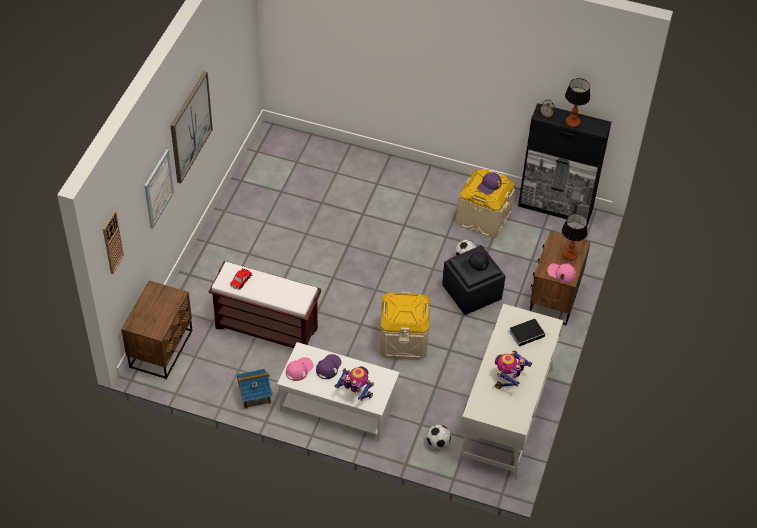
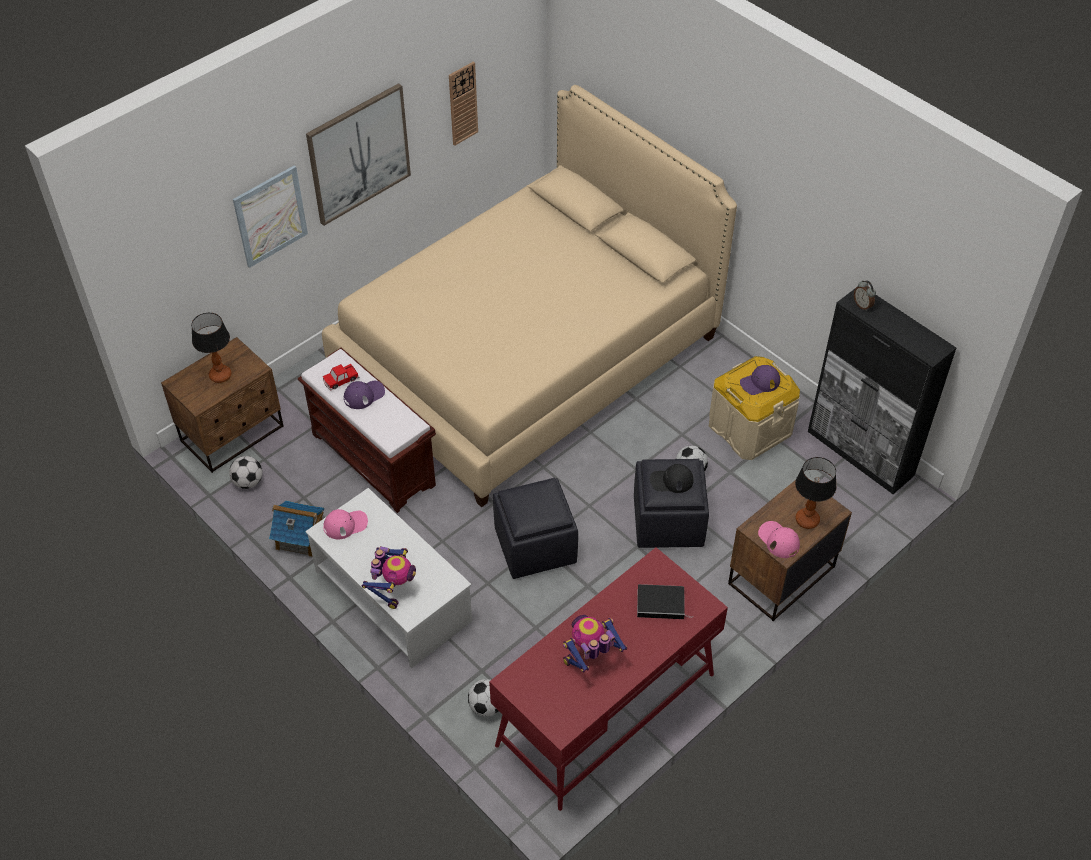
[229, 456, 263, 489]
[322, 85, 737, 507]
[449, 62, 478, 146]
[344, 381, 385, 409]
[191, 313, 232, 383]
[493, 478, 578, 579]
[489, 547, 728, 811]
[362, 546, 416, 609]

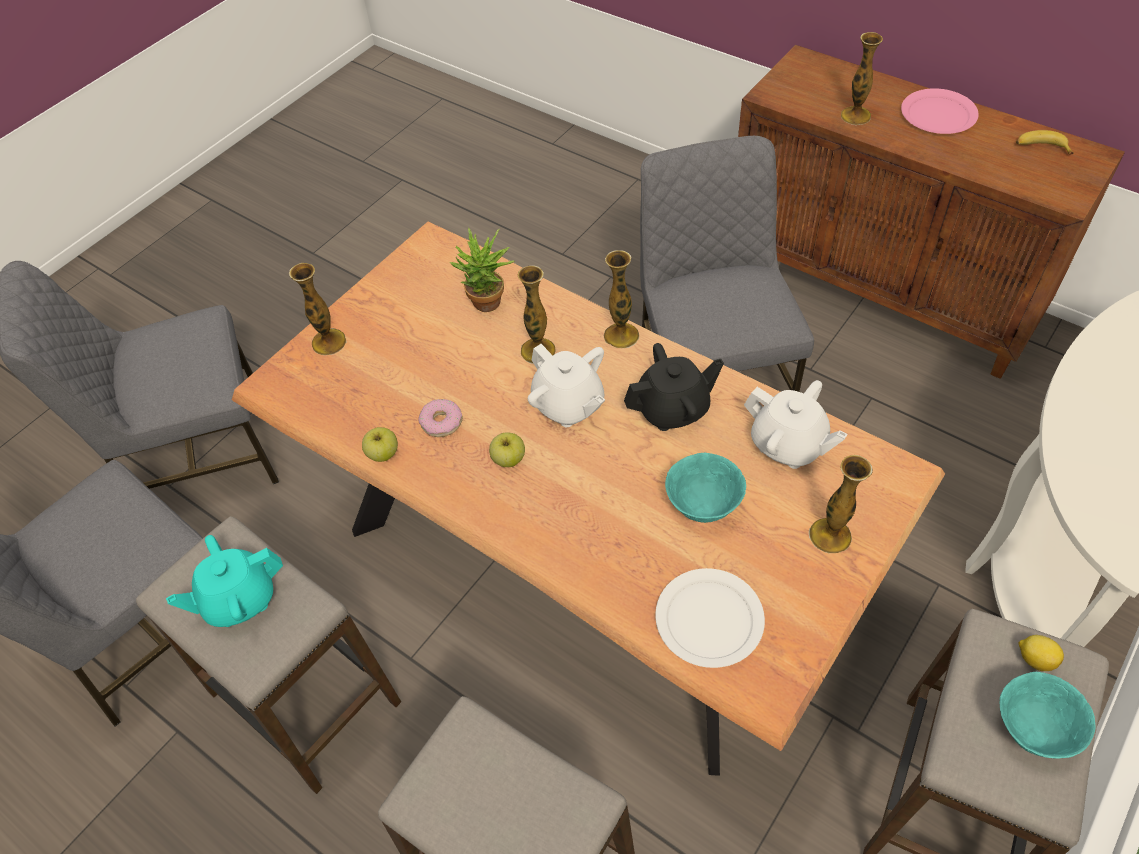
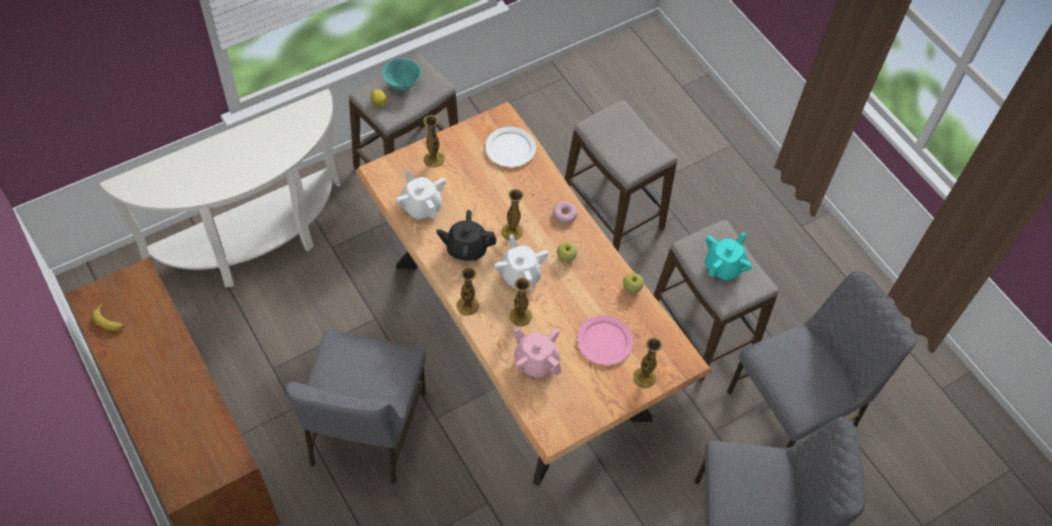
[665, 453, 746, 523] (first image)
[553, 202, 578, 224]
[501, 189, 524, 241]
[577, 315, 633, 365]
[513, 327, 561, 378]
[705, 231, 753, 281]

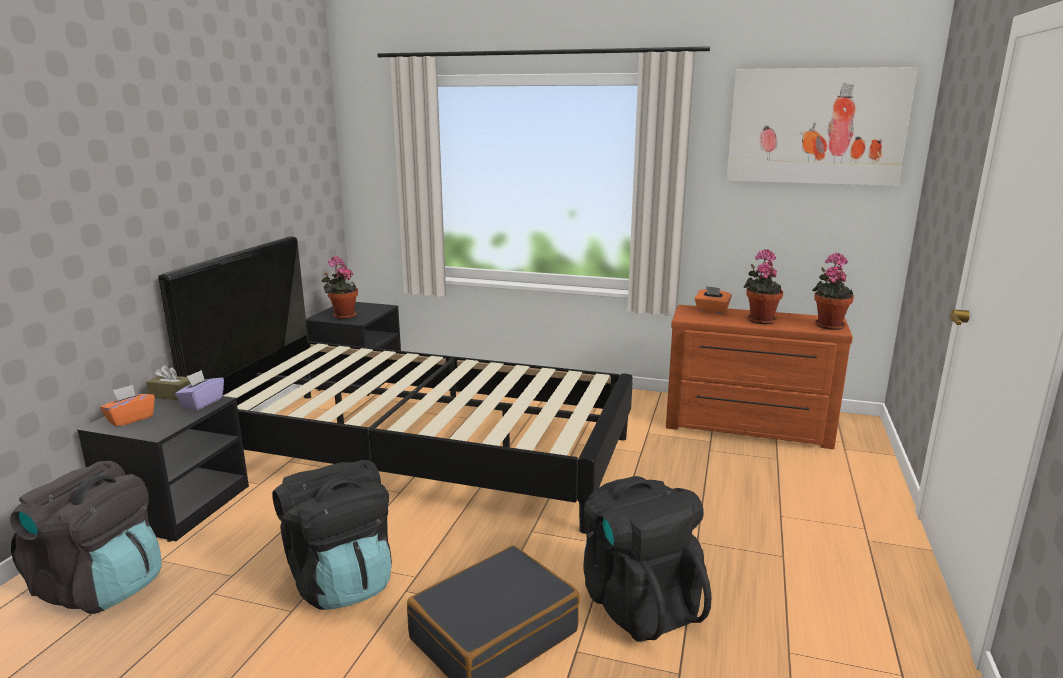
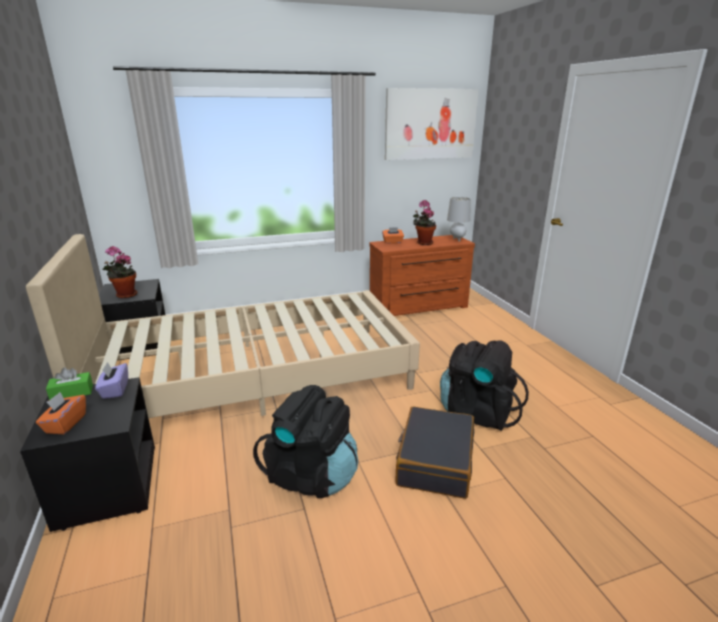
[10, 461, 162, 614] (first image)
[447, 197, 471, 242]
[46, 367, 93, 400]
[26, 234, 420, 418]

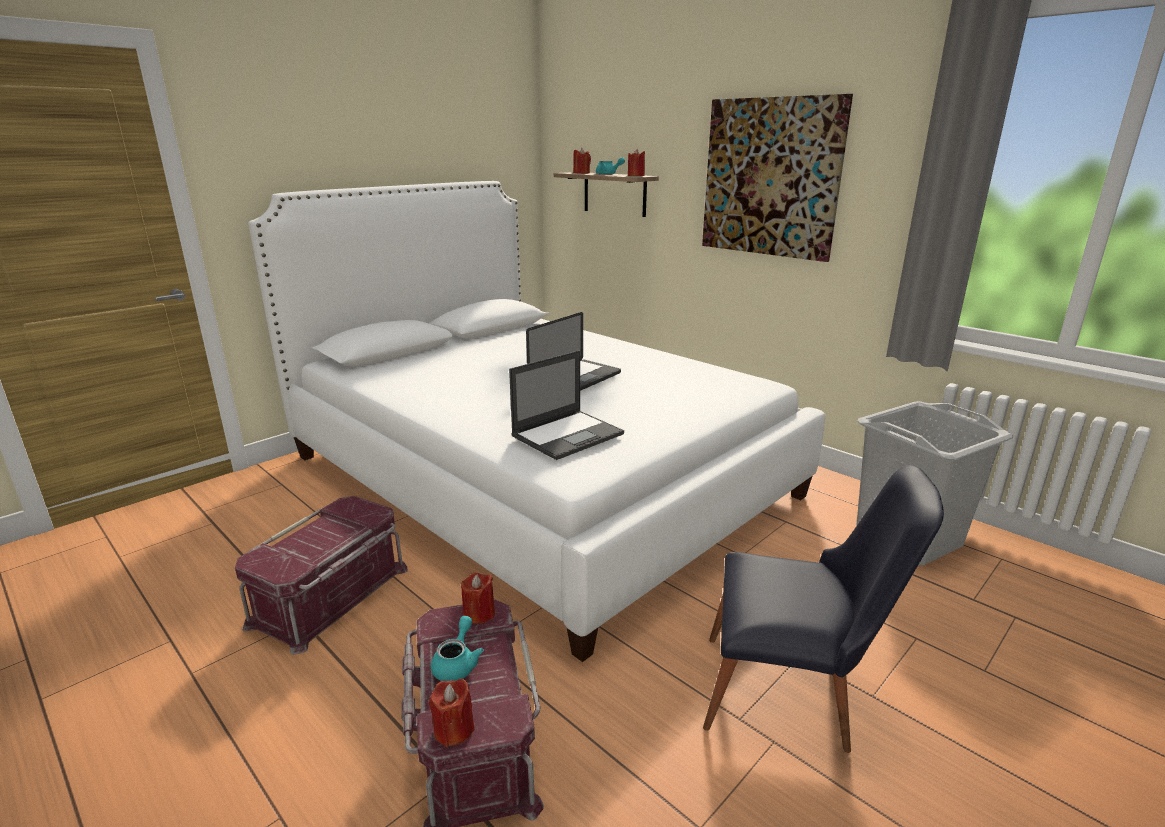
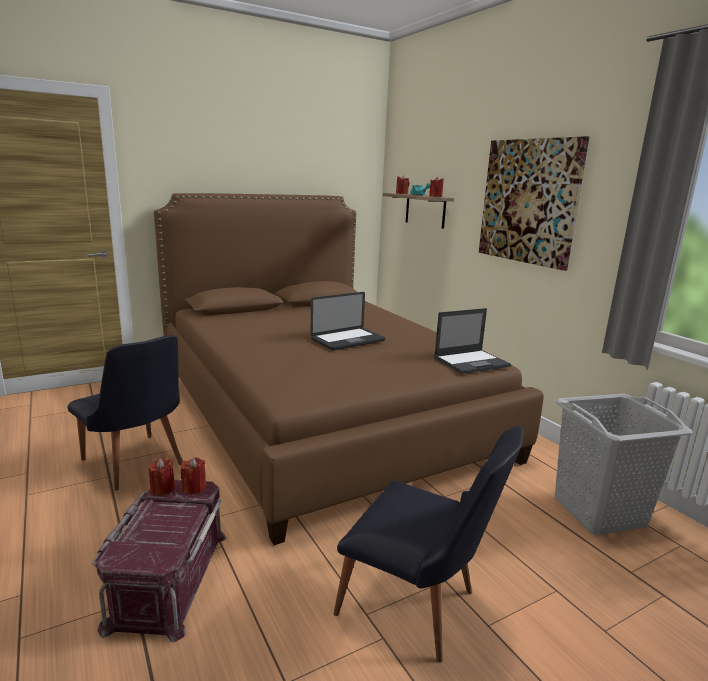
[431, 616, 484, 681] (first image)
[149, 458, 175, 496]
[434, 308, 511, 374]
[68, 335, 182, 491]
[154, 193, 544, 545]

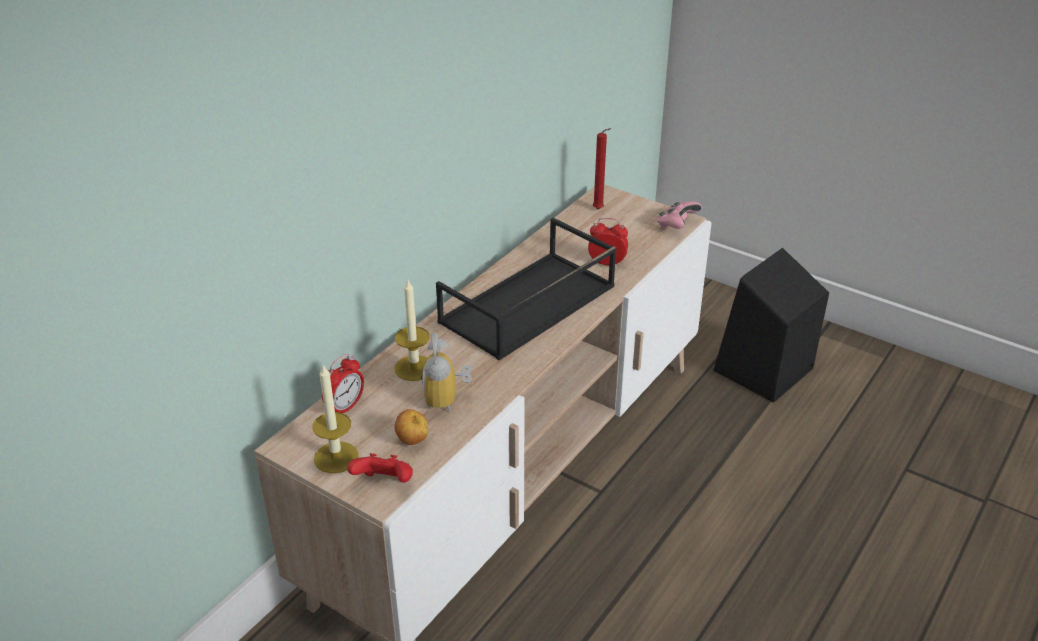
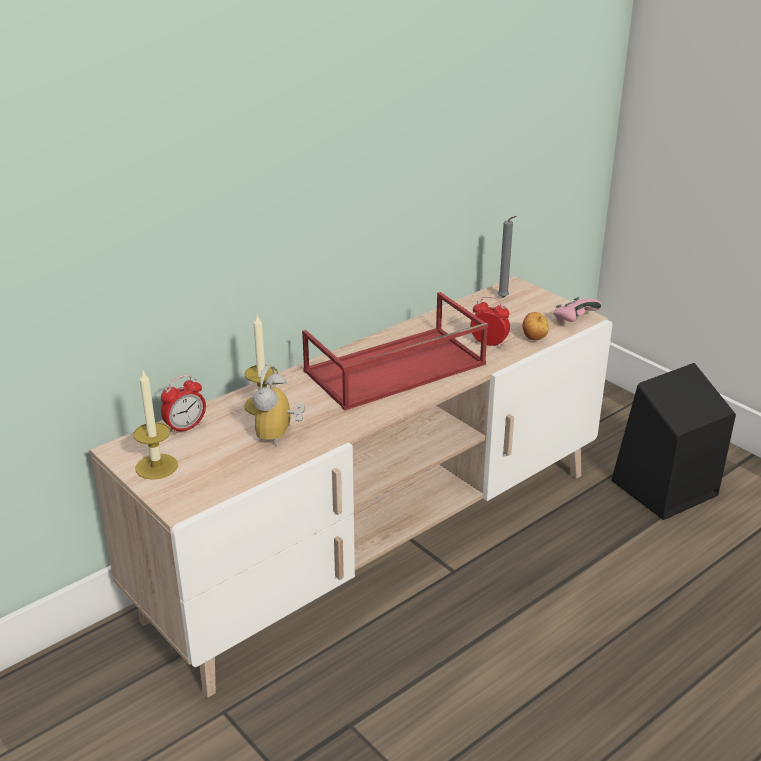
[347, 453, 413, 483] (first image)
[522, 312, 549, 340]
[302, 292, 488, 411]
[498, 216, 517, 298]

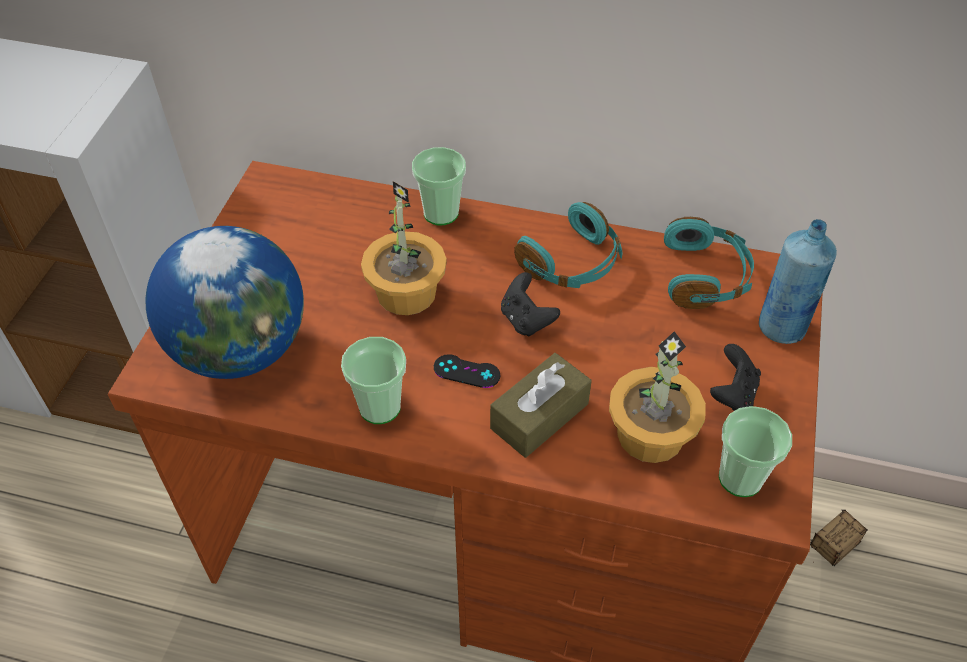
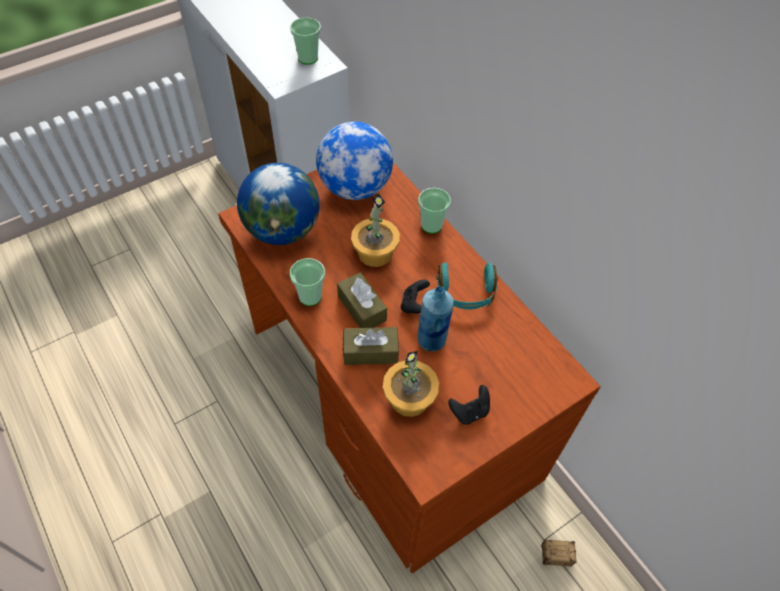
[664, 217, 754, 309] (first image)
[316, 122, 393, 200]
[290, 17, 321, 65]
[418, 286, 454, 352]
[337, 272, 387, 328]

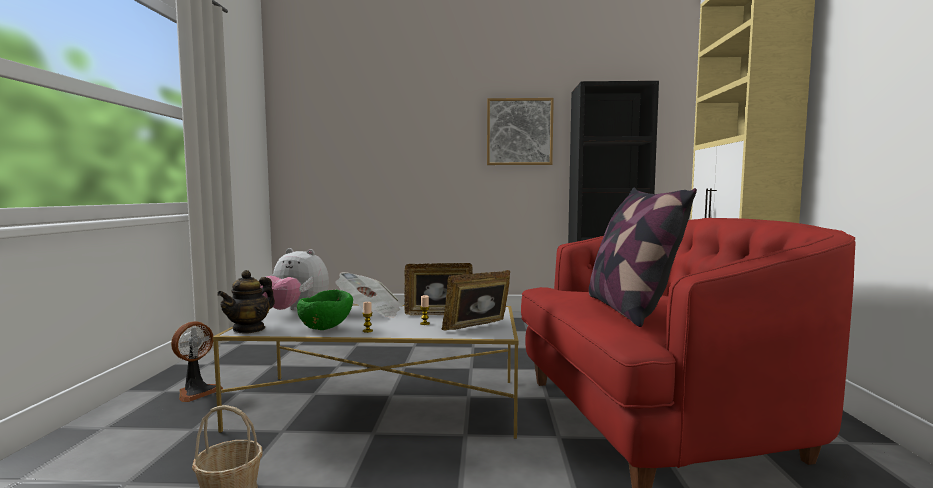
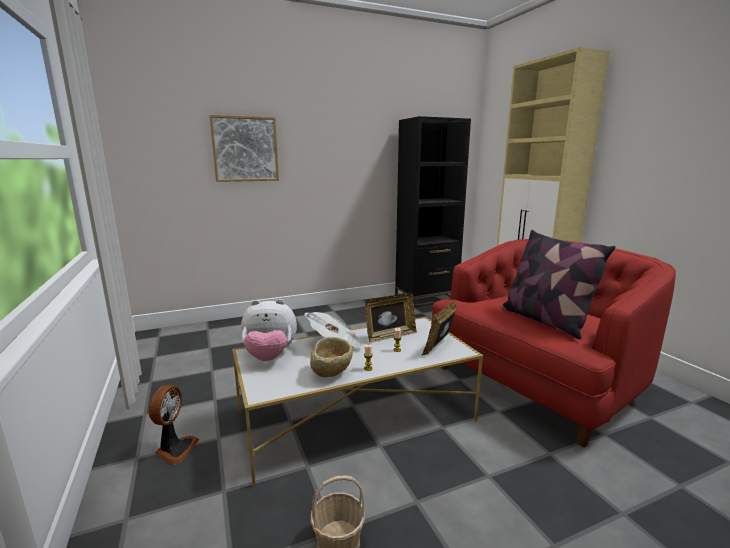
[217, 270, 275, 334] (first image)
[209, 115, 279, 182]
[310, 337, 353, 377]

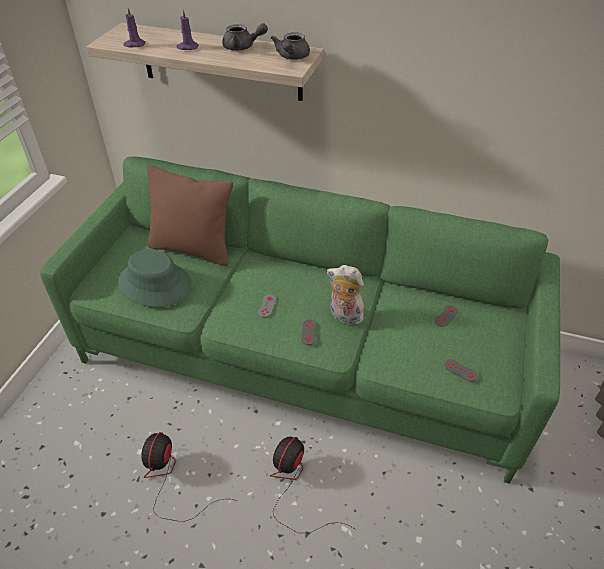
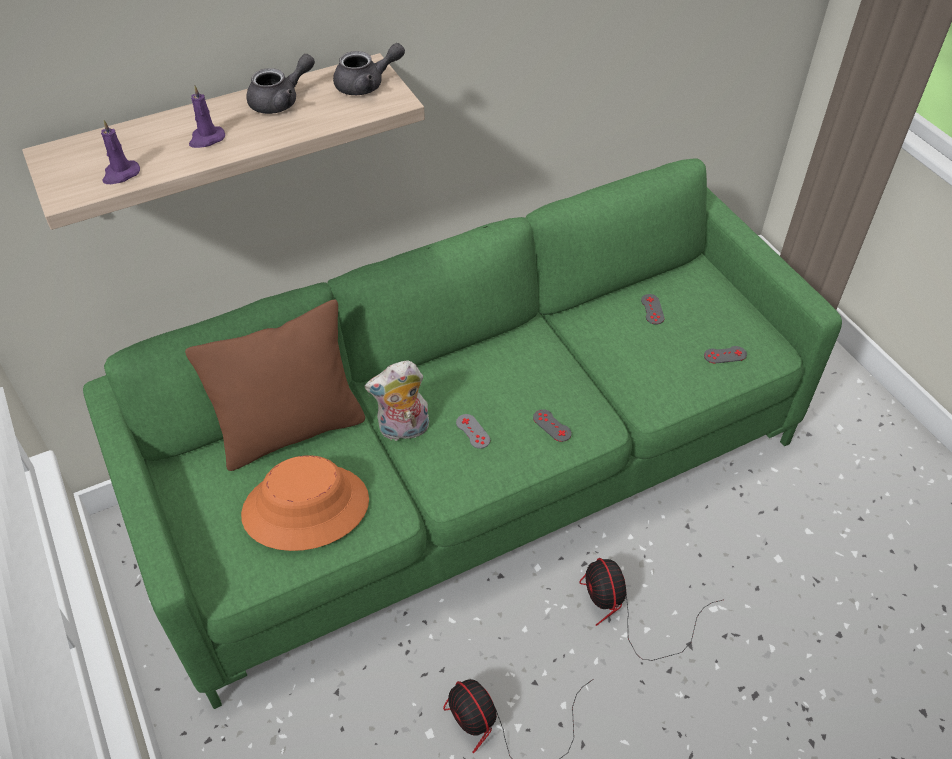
[365, 361, 429, 441]
[241, 455, 369, 551]
[333, 43, 405, 95]

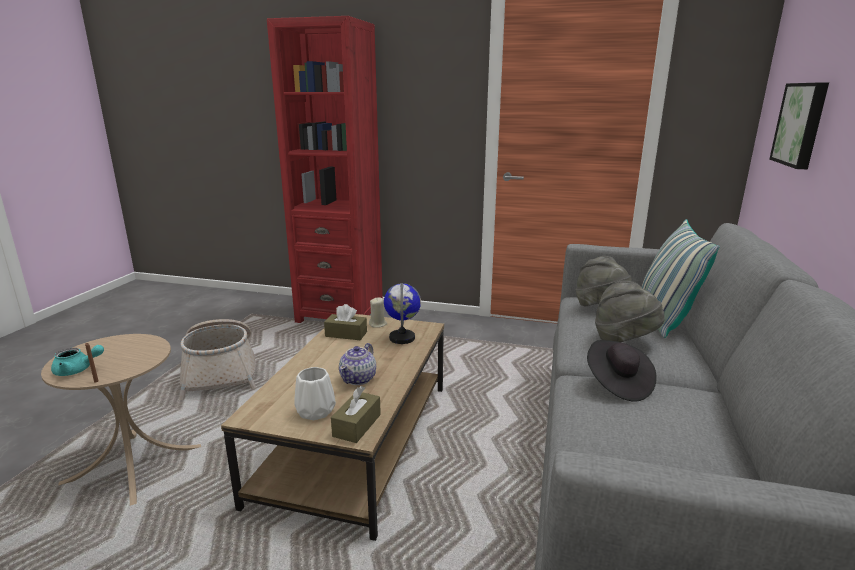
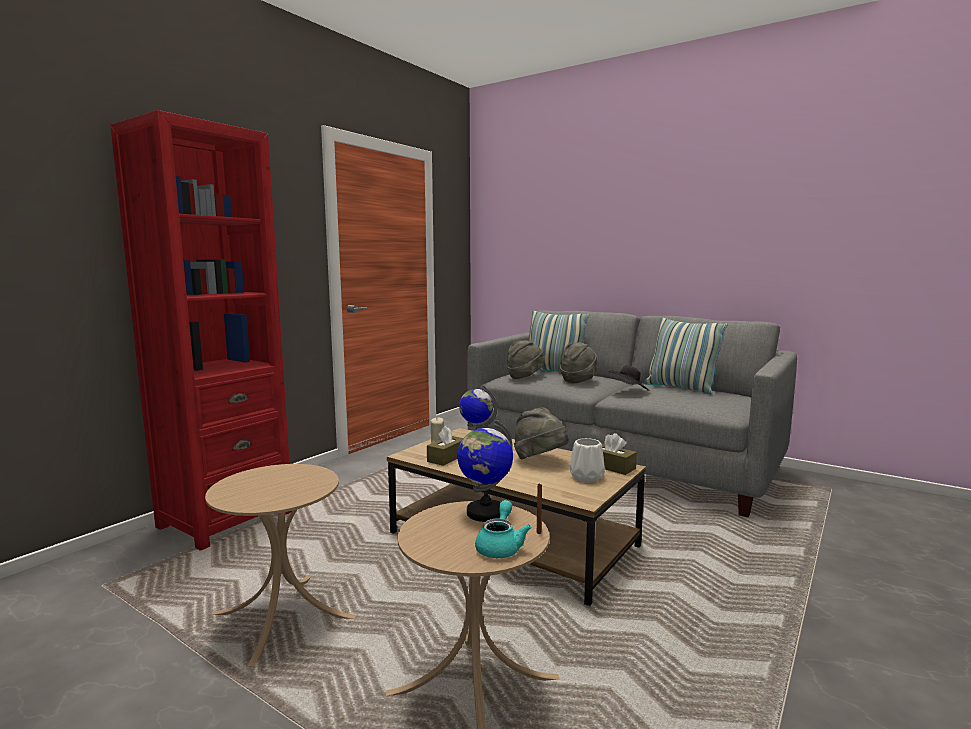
[769, 83, 829, 169] (first image)
[457, 420, 513, 522]
[644, 317, 728, 394]
[205, 464, 356, 666]
[514, 407, 569, 459]

